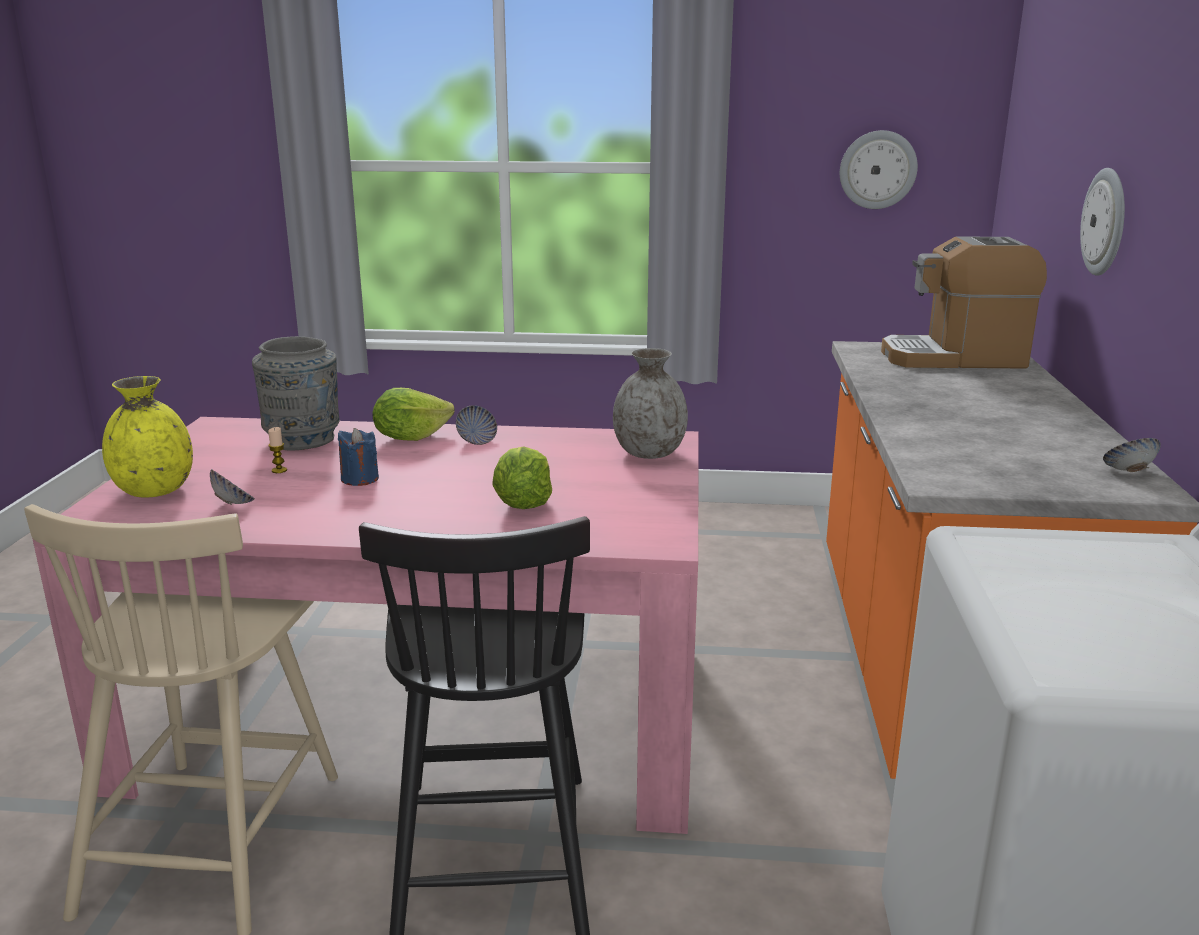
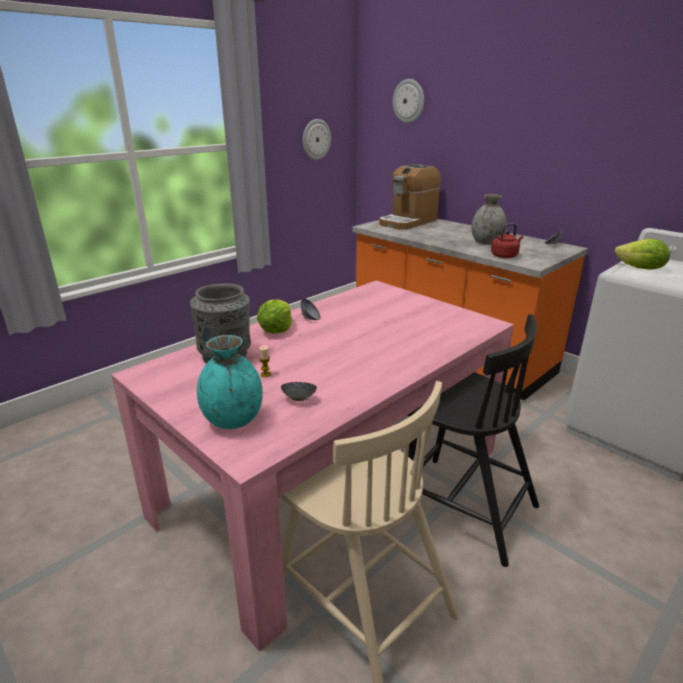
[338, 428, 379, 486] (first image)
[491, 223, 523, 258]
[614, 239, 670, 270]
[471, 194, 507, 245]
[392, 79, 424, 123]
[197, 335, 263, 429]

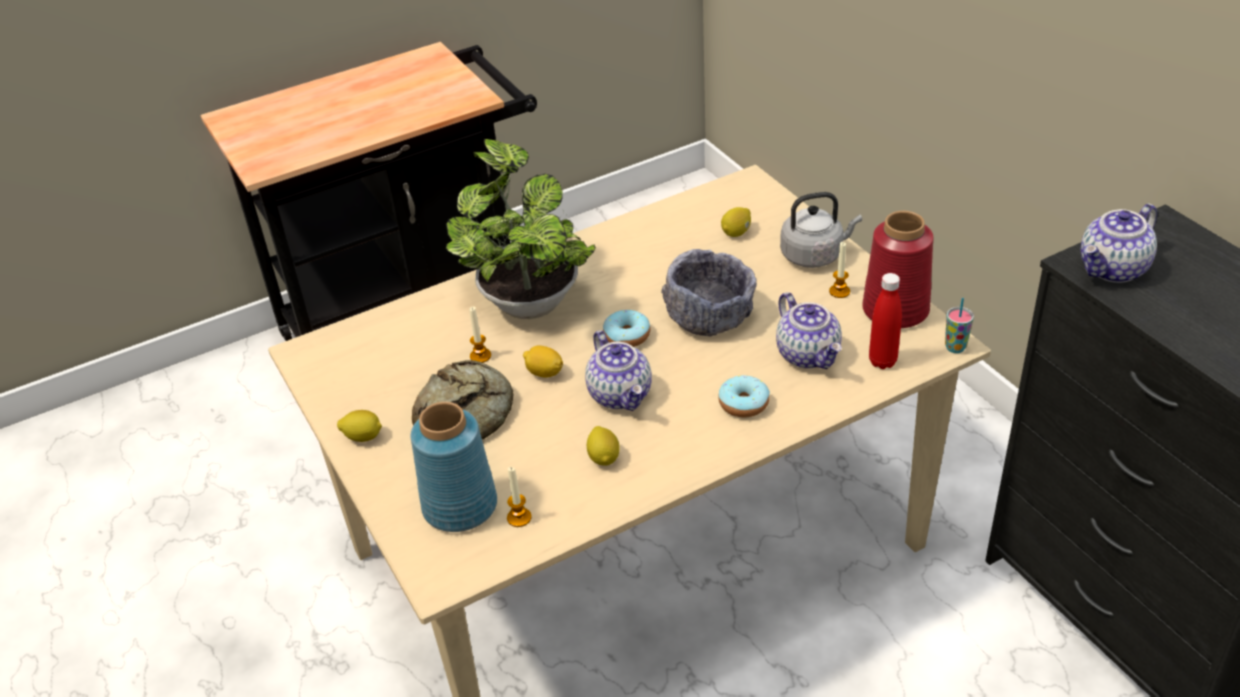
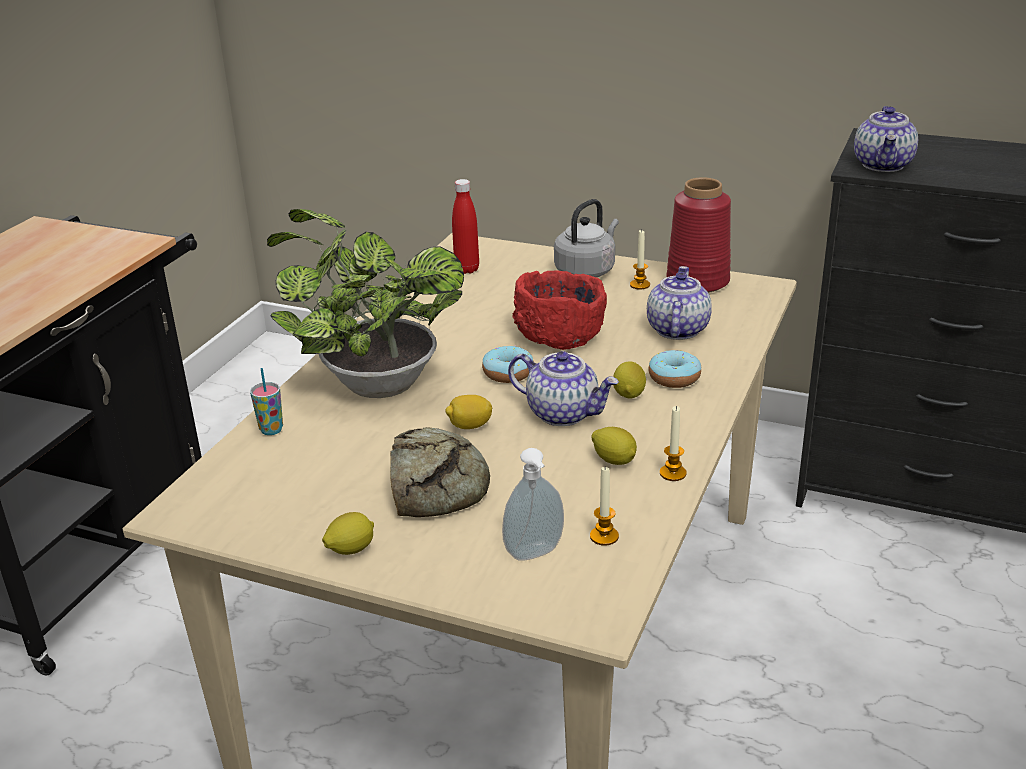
[660, 406, 687, 481]
[613, 361, 646, 399]
[452, 179, 479, 274]
[250, 368, 283, 435]
[502, 448, 564, 561]
[512, 270, 607, 350]
[647, 266, 712, 340]

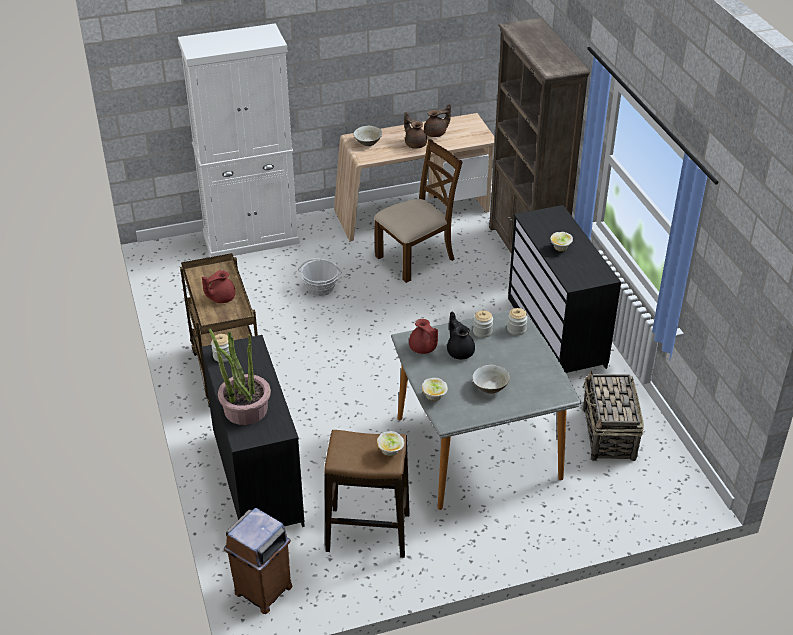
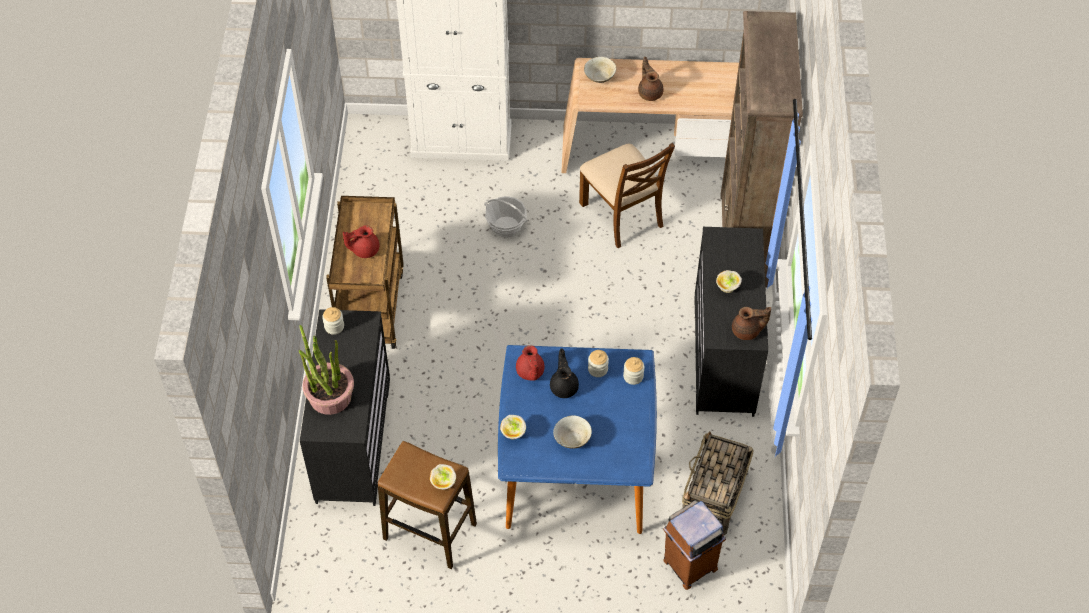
[663, 500, 726, 590]
[732, 307, 771, 340]
[498, 345, 657, 534]
[579, 143, 675, 248]

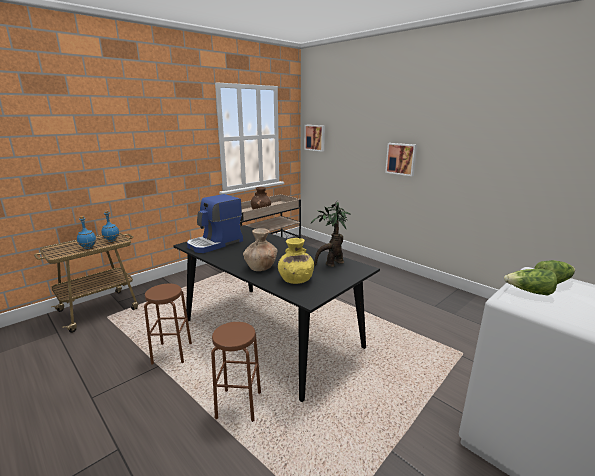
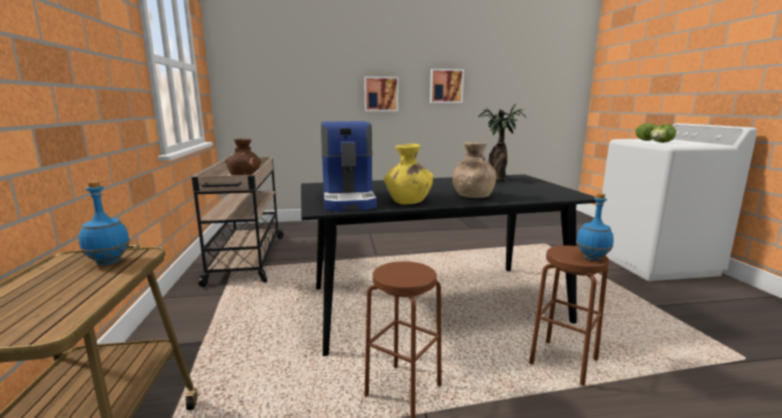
[576, 193, 614, 261]
[384, 144, 434, 204]
[430, 69, 464, 103]

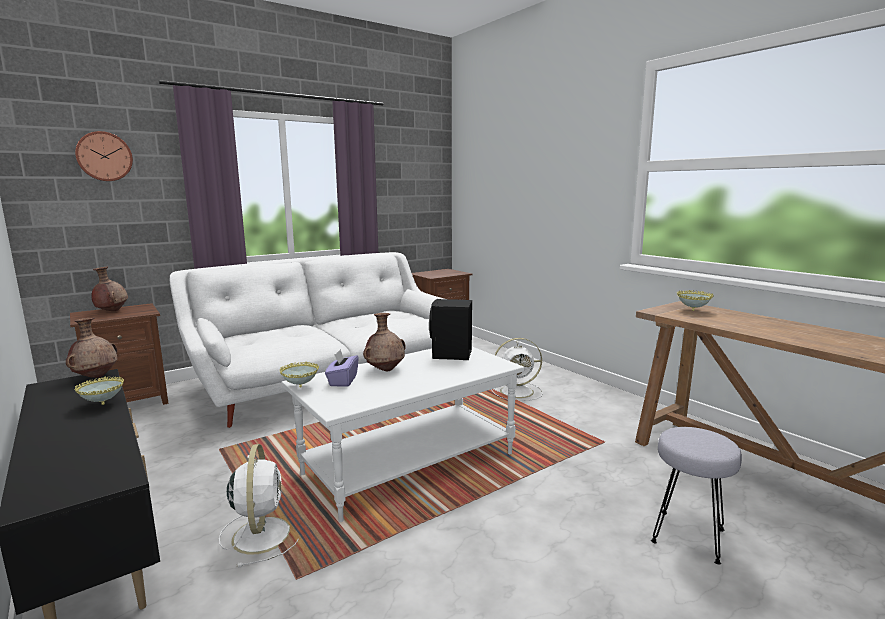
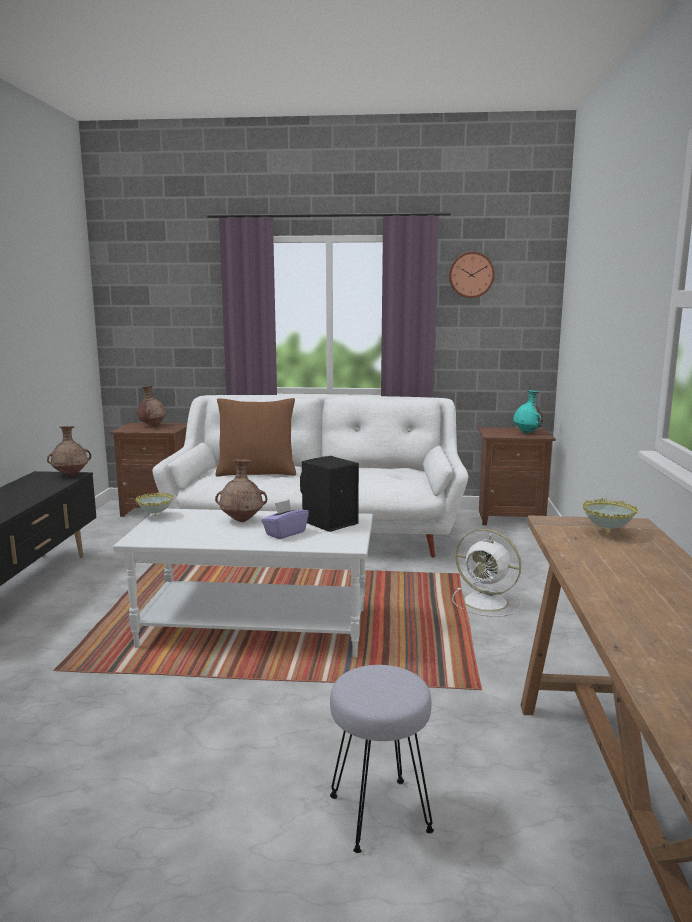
[75, 377, 124, 405] (first image)
[219, 444, 299, 567] (first image)
[215, 398, 296, 477]
[513, 390, 543, 433]
[449, 252, 495, 298]
[261, 500, 309, 539]

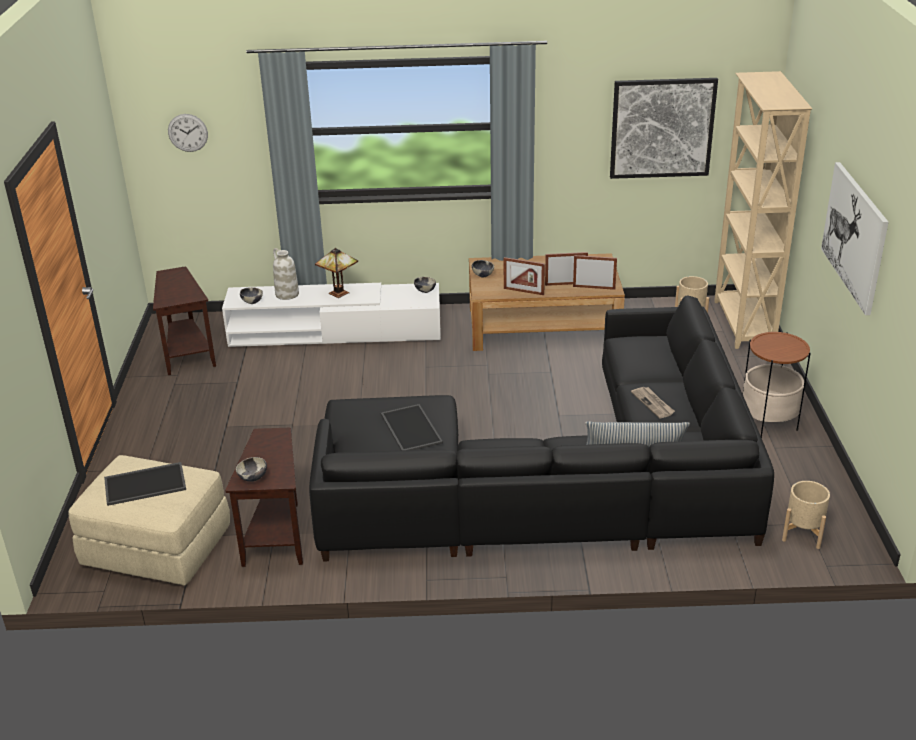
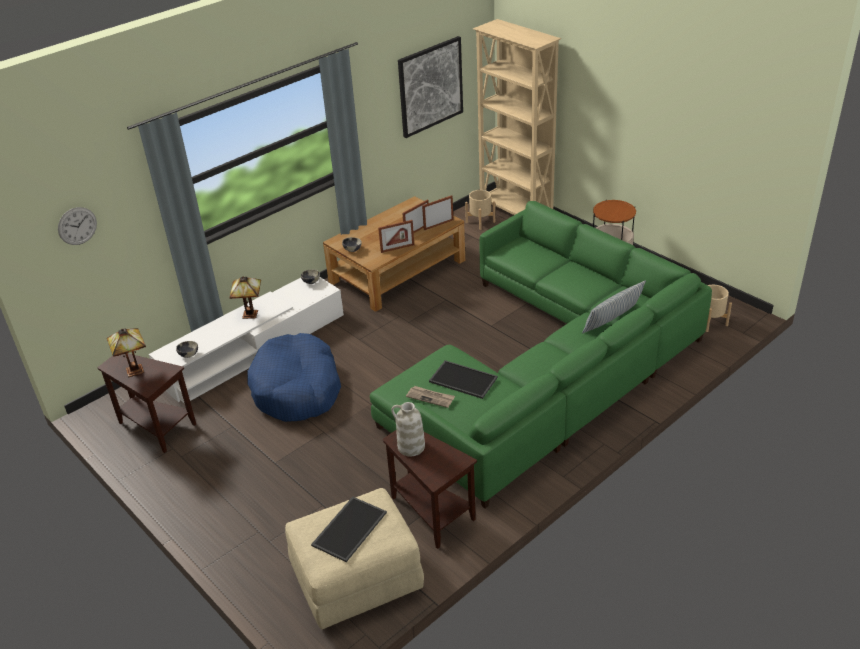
[236, 457, 267, 482] (first image)
[821, 162, 889, 315] (first image)
[107, 328, 146, 377]
[247, 333, 341, 422]
[391, 402, 425, 456]
[406, 386, 455, 408]
[370, 201, 712, 508]

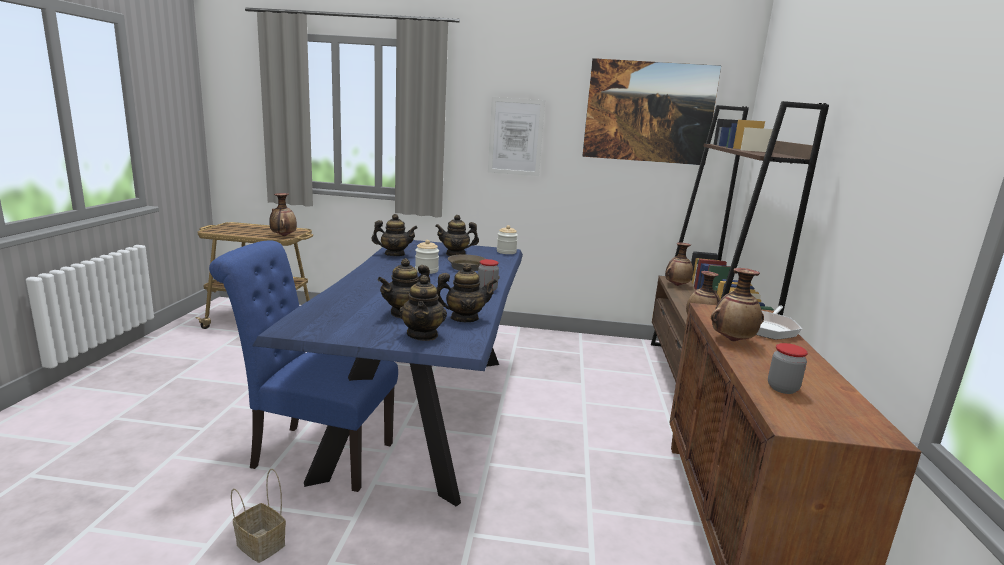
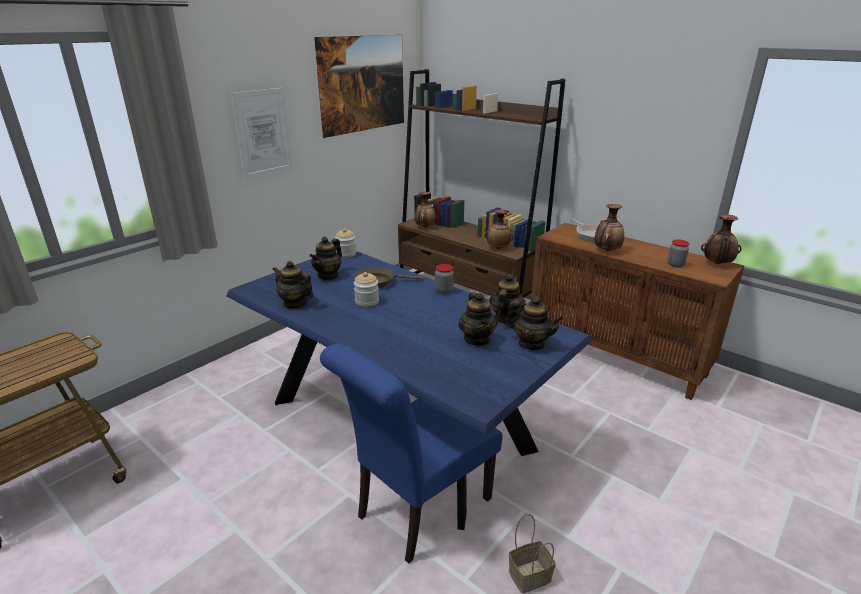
[701, 214, 742, 264]
[272, 261, 313, 309]

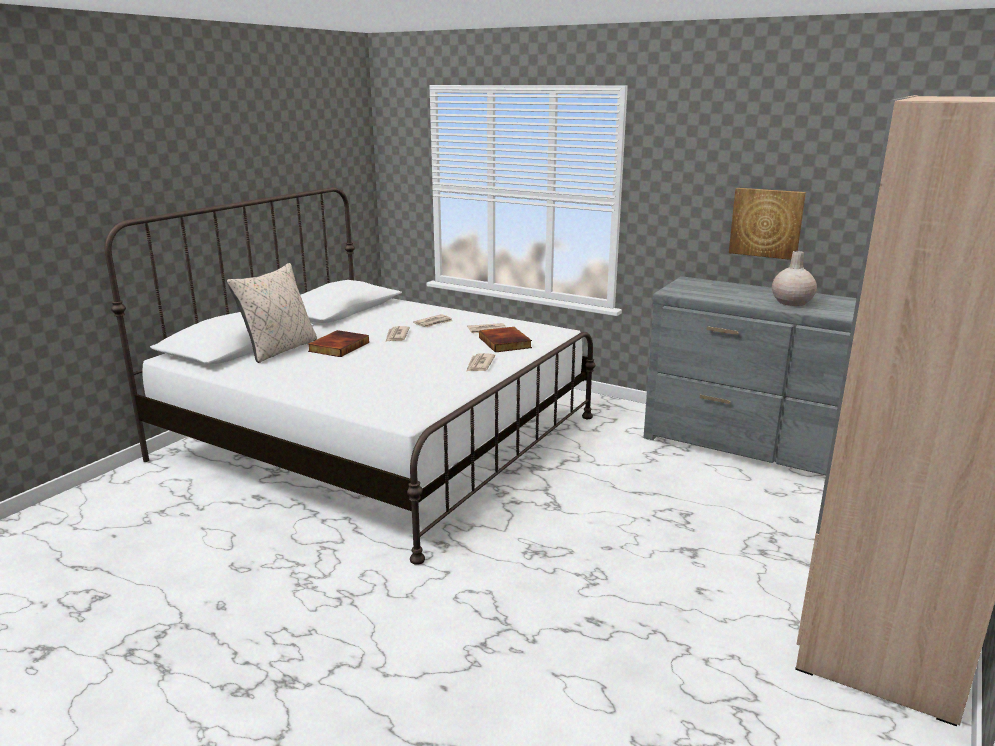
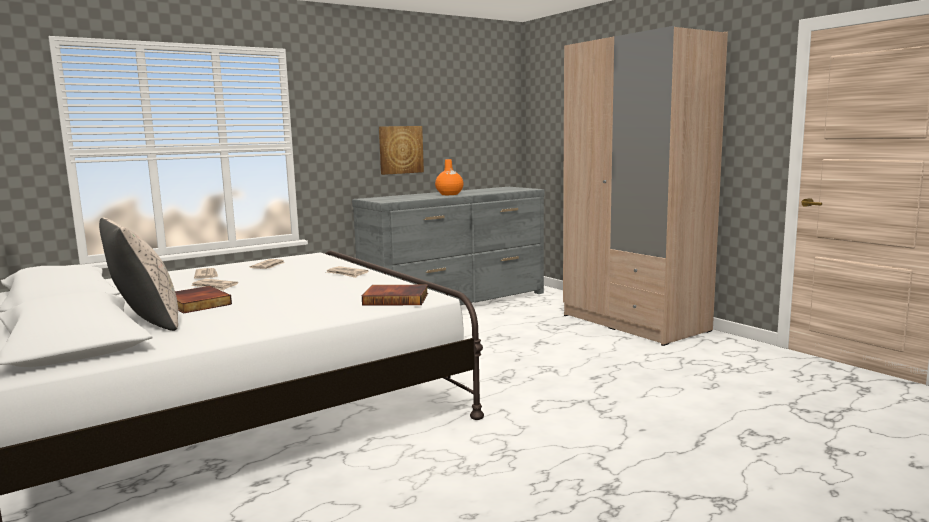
[362, 285, 428, 305]
[435, 159, 464, 195]

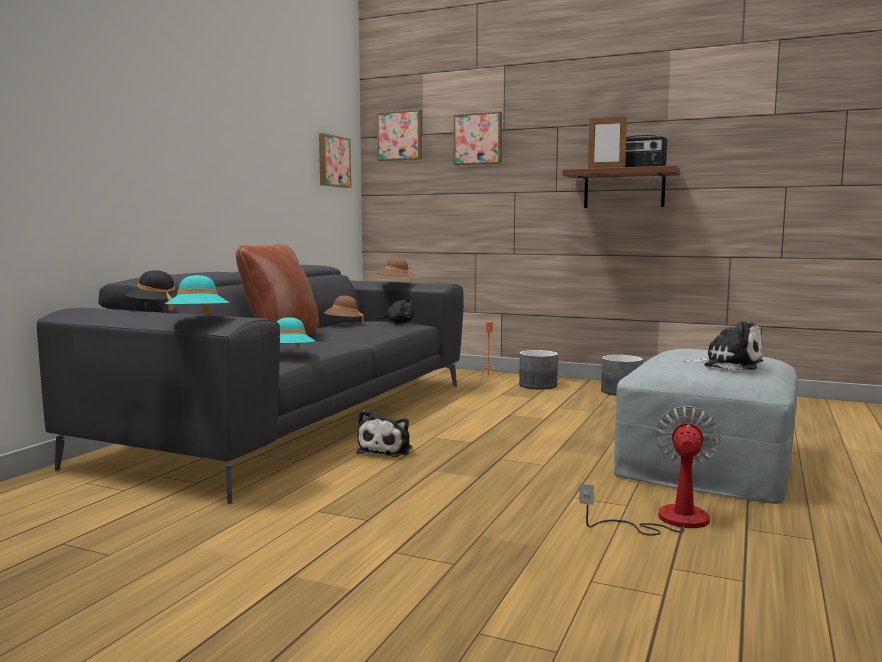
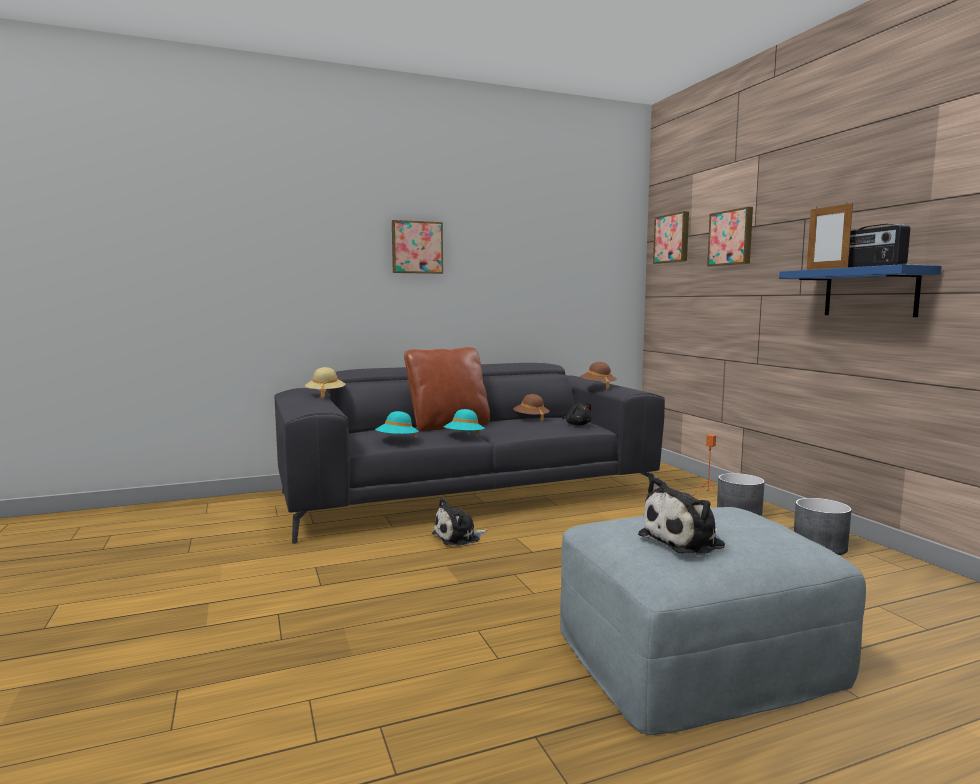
[579, 406, 720, 536] (first image)
[444, 409, 485, 434]
[392, 220, 443, 274]
[305, 367, 345, 398]
[779, 264, 942, 317]
[638, 477, 725, 555]

